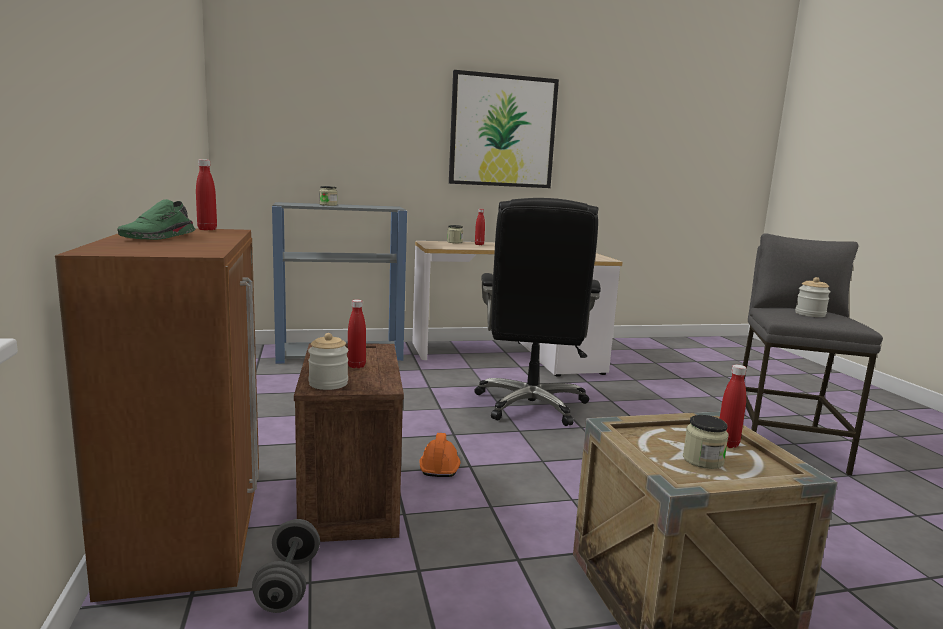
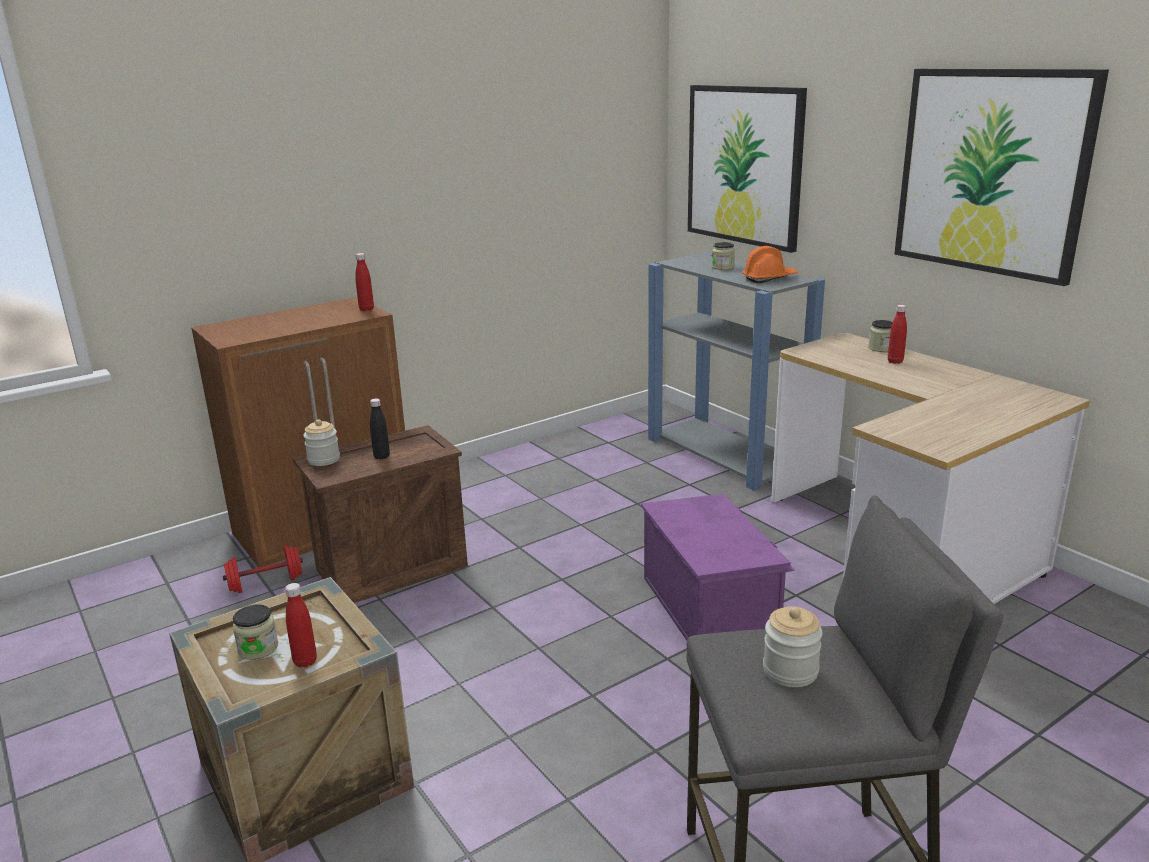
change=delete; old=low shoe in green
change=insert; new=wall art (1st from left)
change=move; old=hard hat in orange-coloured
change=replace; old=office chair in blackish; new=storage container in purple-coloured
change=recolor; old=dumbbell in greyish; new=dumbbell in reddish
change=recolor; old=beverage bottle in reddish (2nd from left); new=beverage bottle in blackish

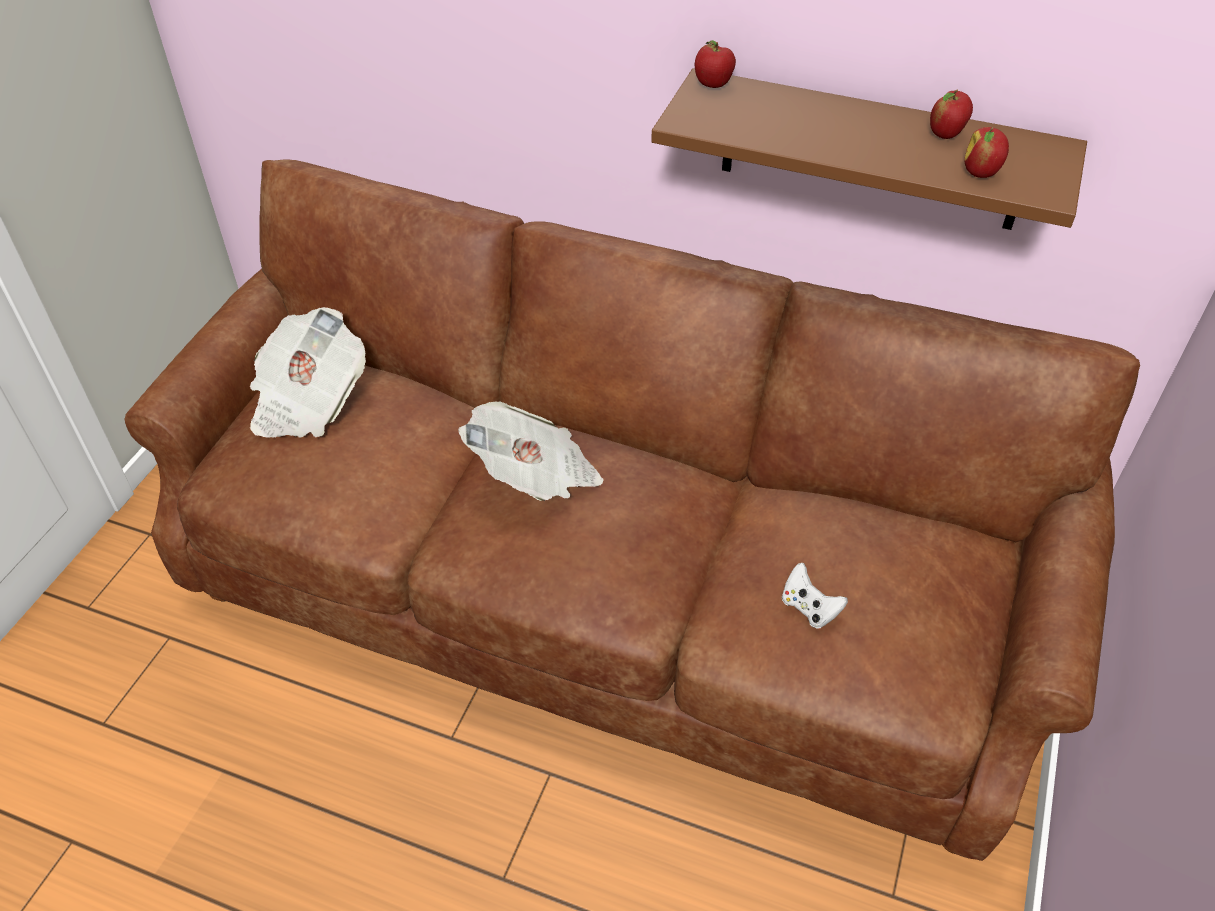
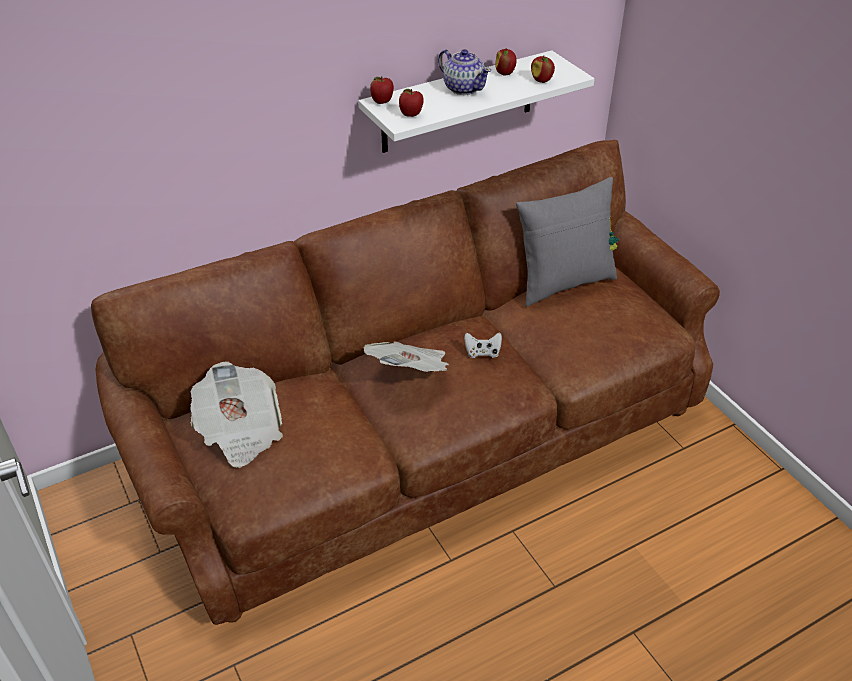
change=insert; new=whole apple (2nd from left)
change=insert; new=pot for tea
change=insert; new=cushion in greyish
change=move; old=gamepad in white-coloured
change=recolor; old=shelf in brown; new=shelf in white-coloured

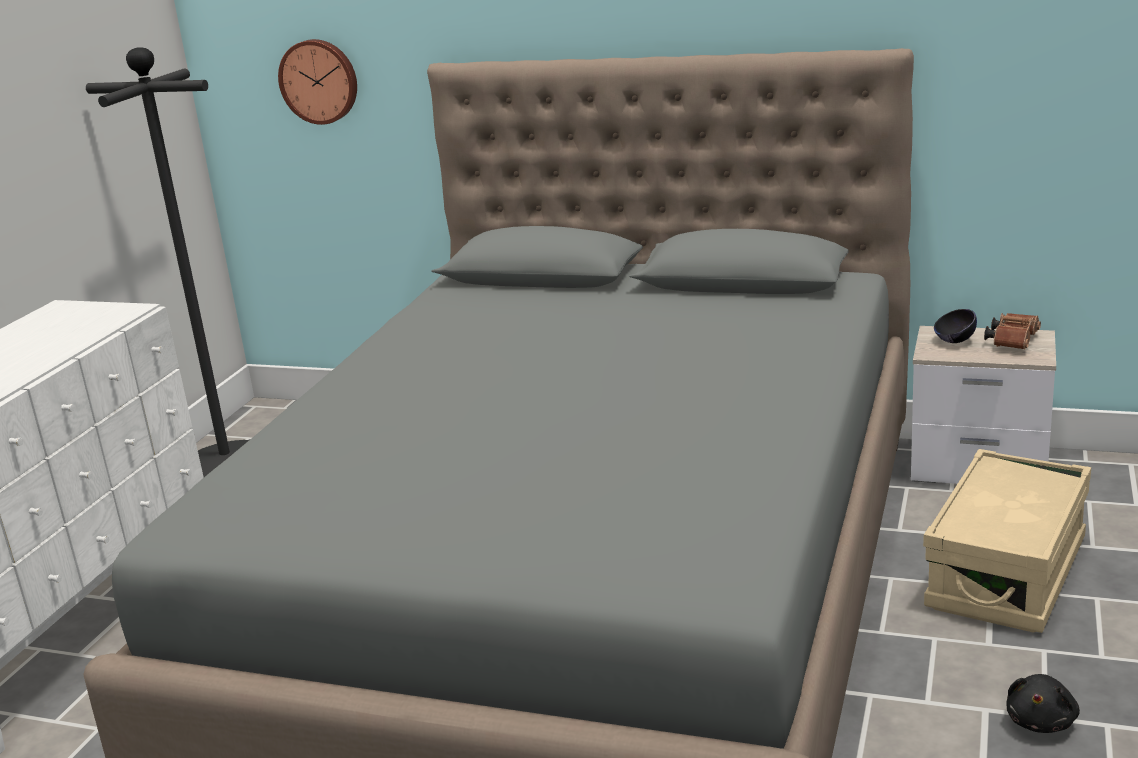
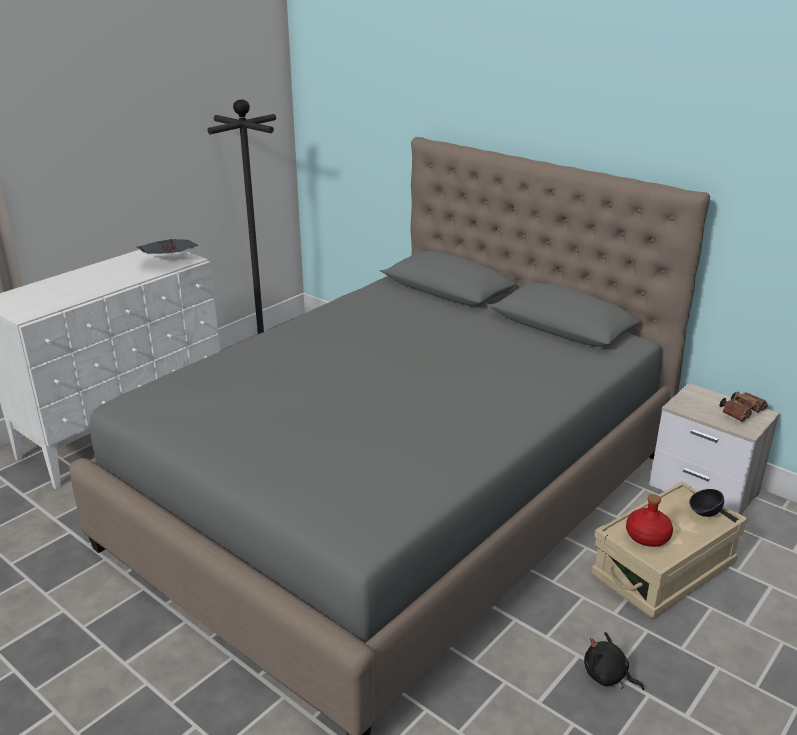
change=delete; old=hanging clock
change=insert; new=printed paper
change=insert; new=beverage bottle in reddish
change=move; old=deep dish in blackish
change=rotate; old=soft toy in blackish; degrees=75

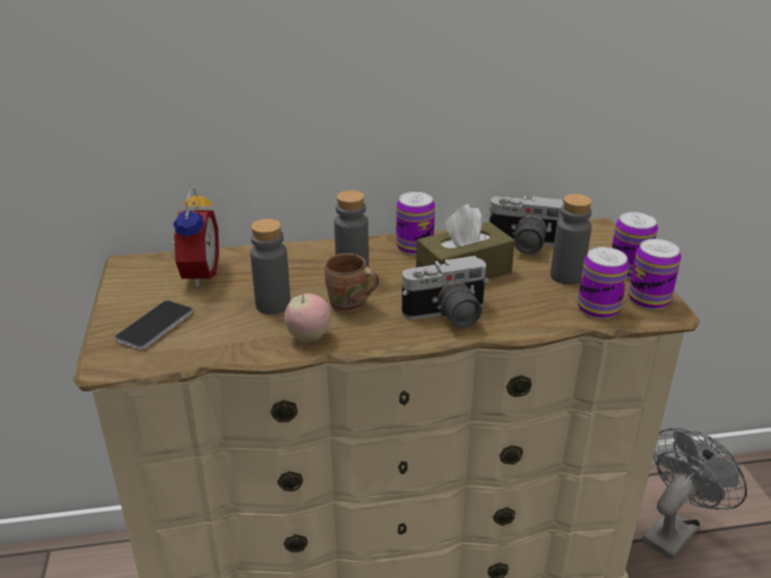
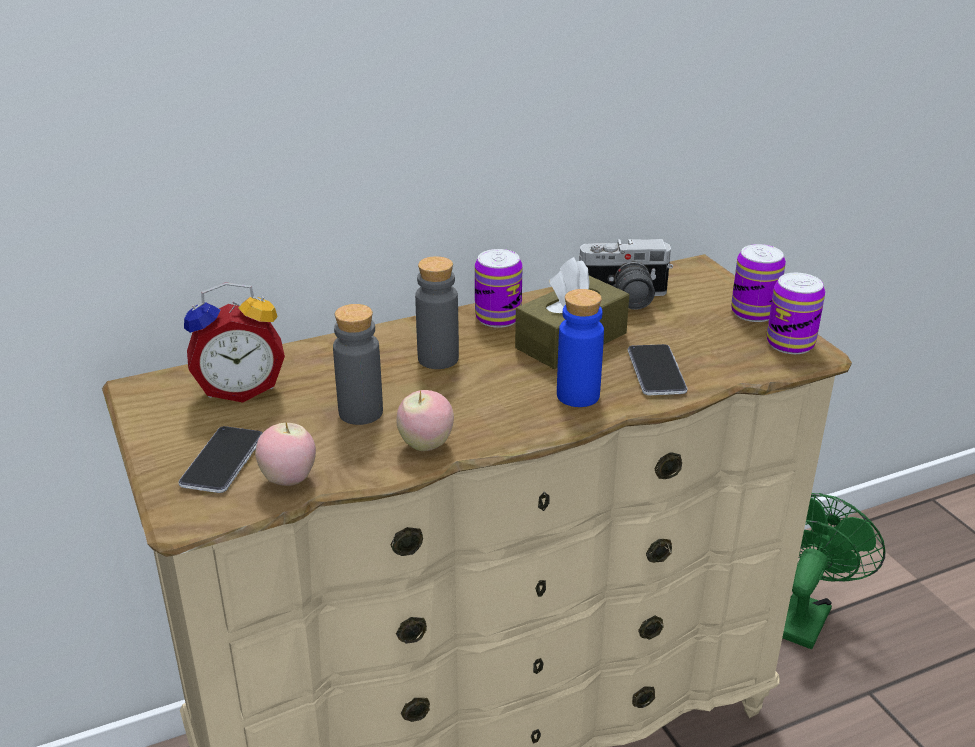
change=delete; old=mug in brown
change=delete; old=beverage bottle in greyish (3rd from left)
change=delete; old=can (2nd from left)
change=insert; new=whole apple (1st from left)
change=insert; new=handset (2nd from left)
change=replace; old=photo camera (1st from left); new=beverage bottle in bluish
change=recolor; old=electric fan in greyish; new=electric fan in green
change=rotate; old=bedside clock; degrees=90

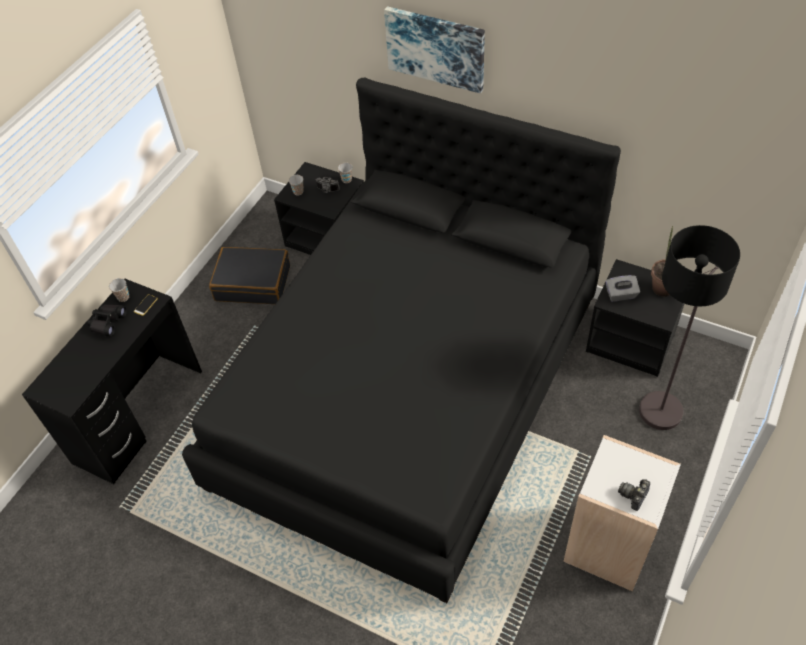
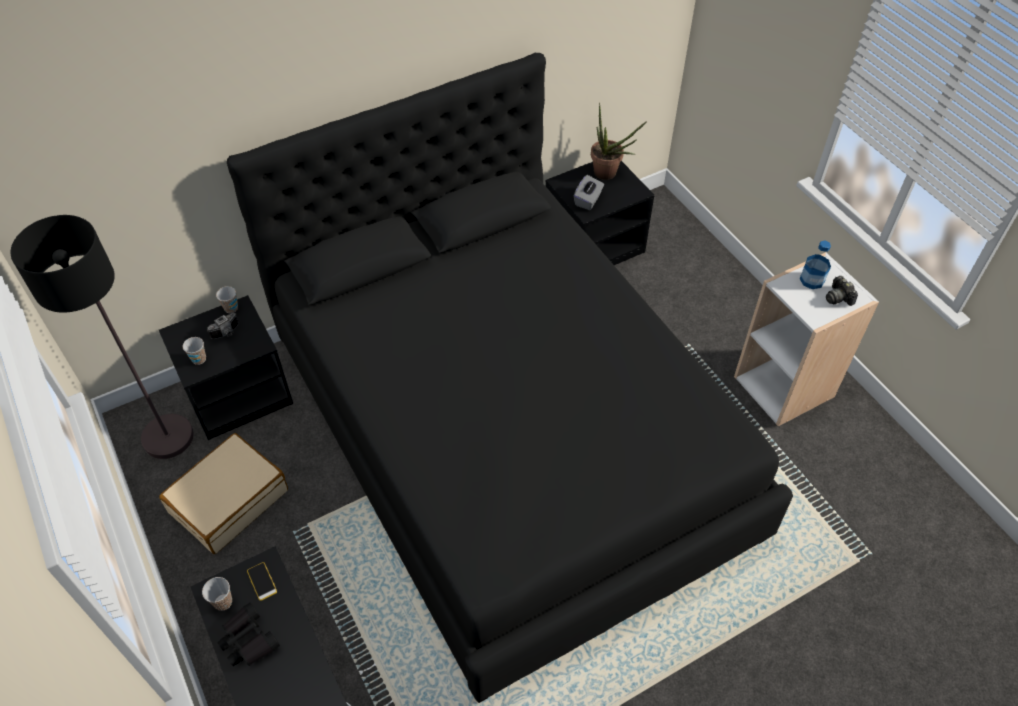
change=delete; old=wall art
change=insert; new=beverage bottle
change=move; old=standard lamp in blackish
change=recolor; old=suitcase in blackish; new=suitcase in beige-coloured

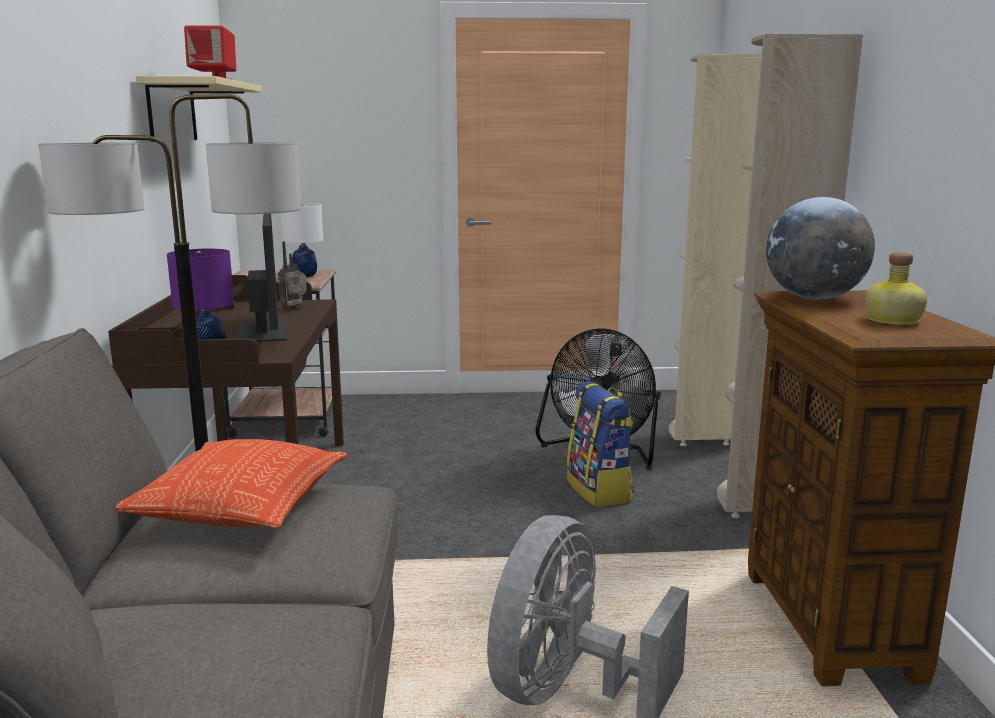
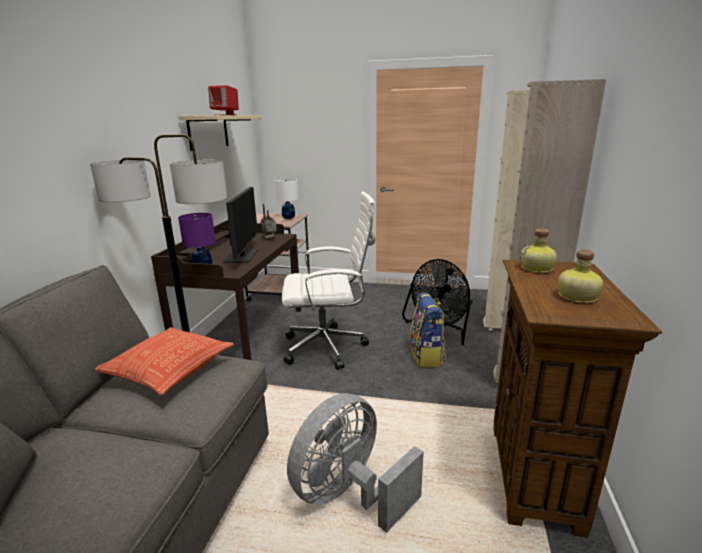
change=insert; new=office chair in white-coloured
change=replace; old=world globe; new=beverage bottle (1st from left)

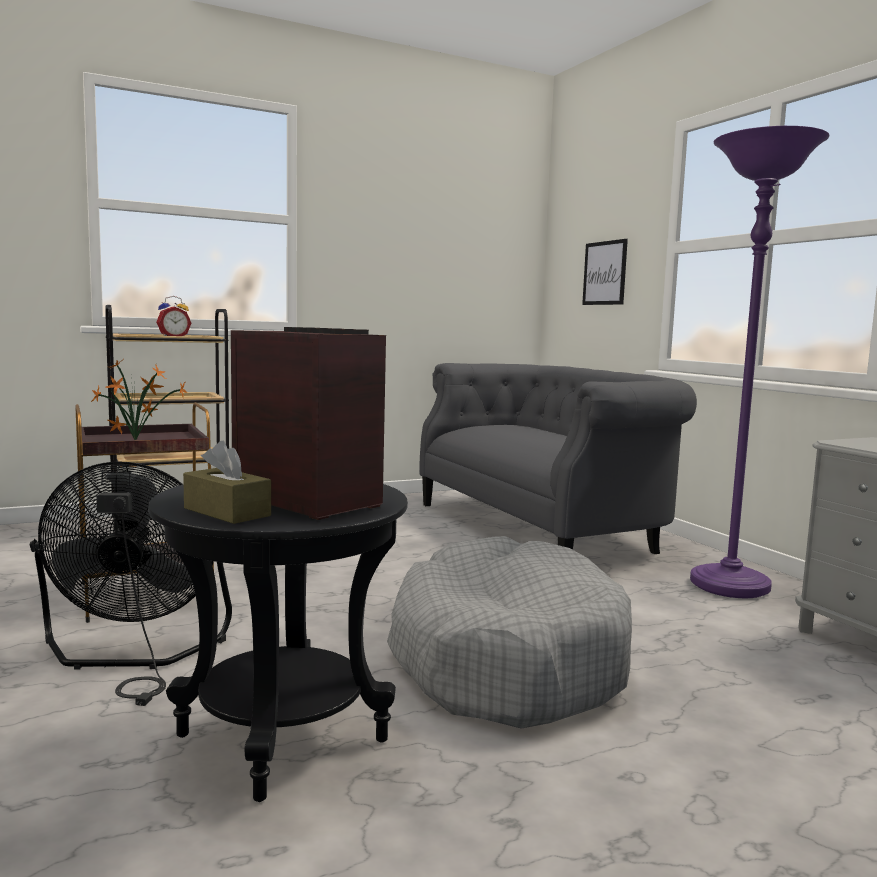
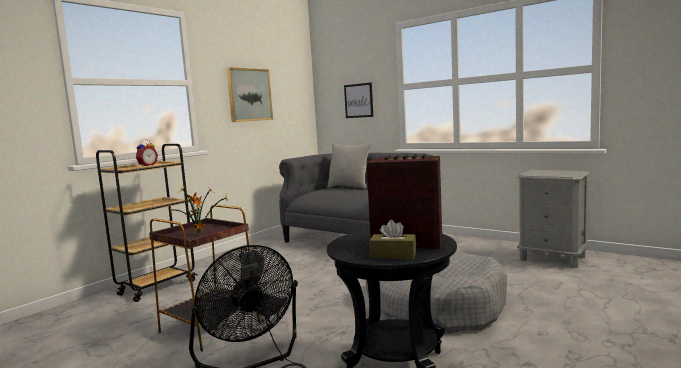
change=delete; old=standard lamp in purple-coloured
change=insert; new=wall art (1st from left)
change=insert; new=cushion in greyish

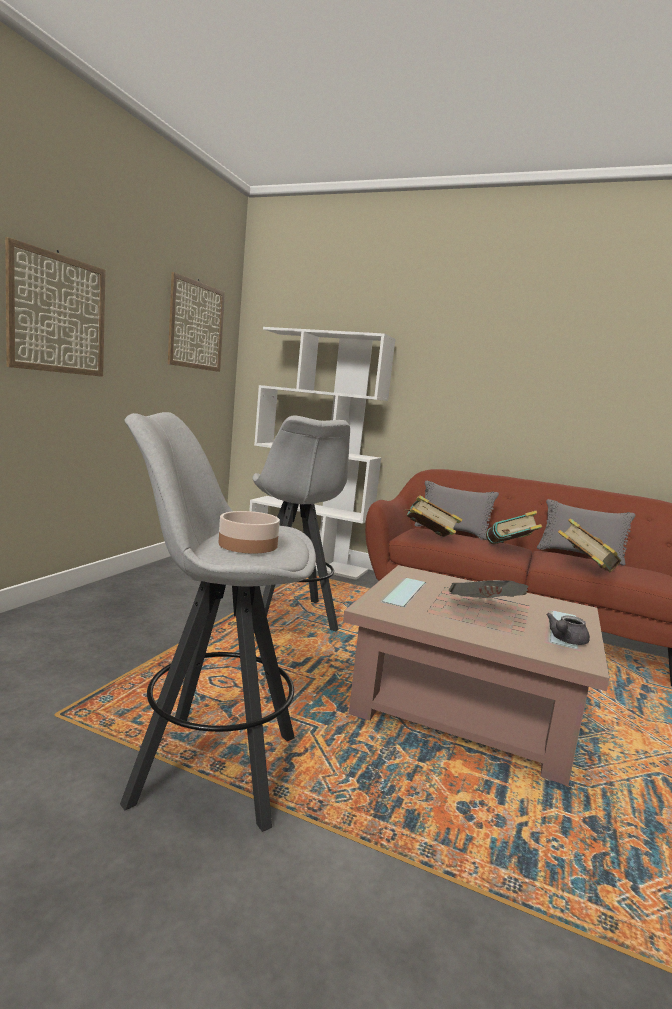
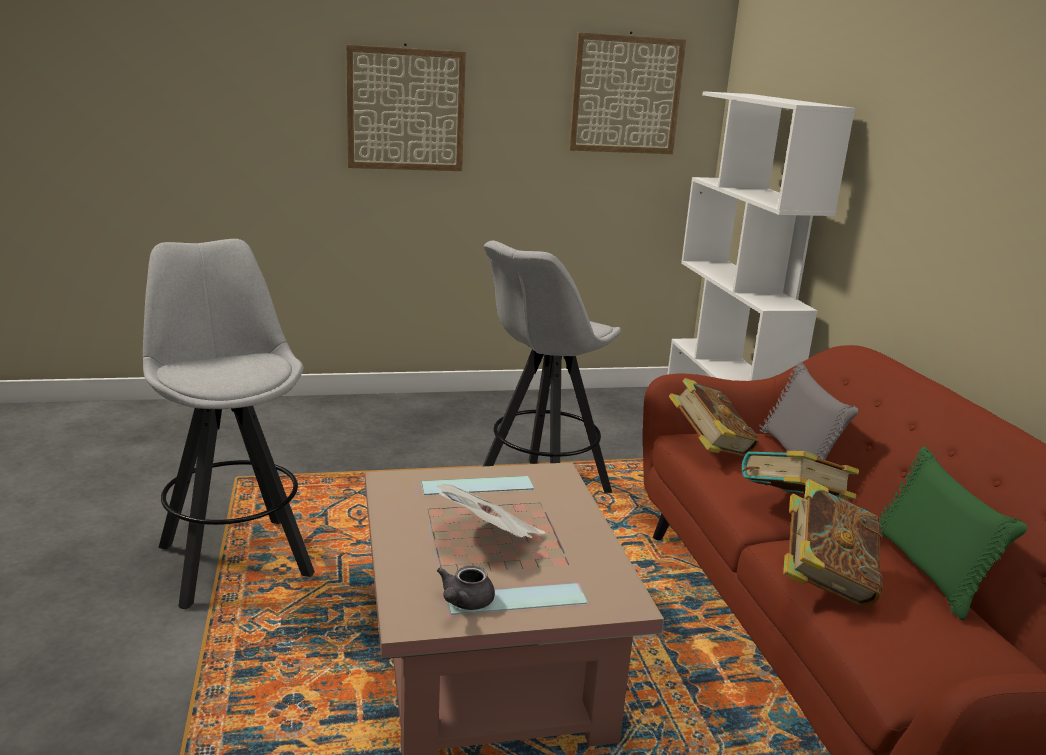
change=delete; old=deep dish
change=recolor; old=cushion in greyish (2nd from left); new=cushion in green
change=rotate; old=pot for tea in greyish; degrees=-75

